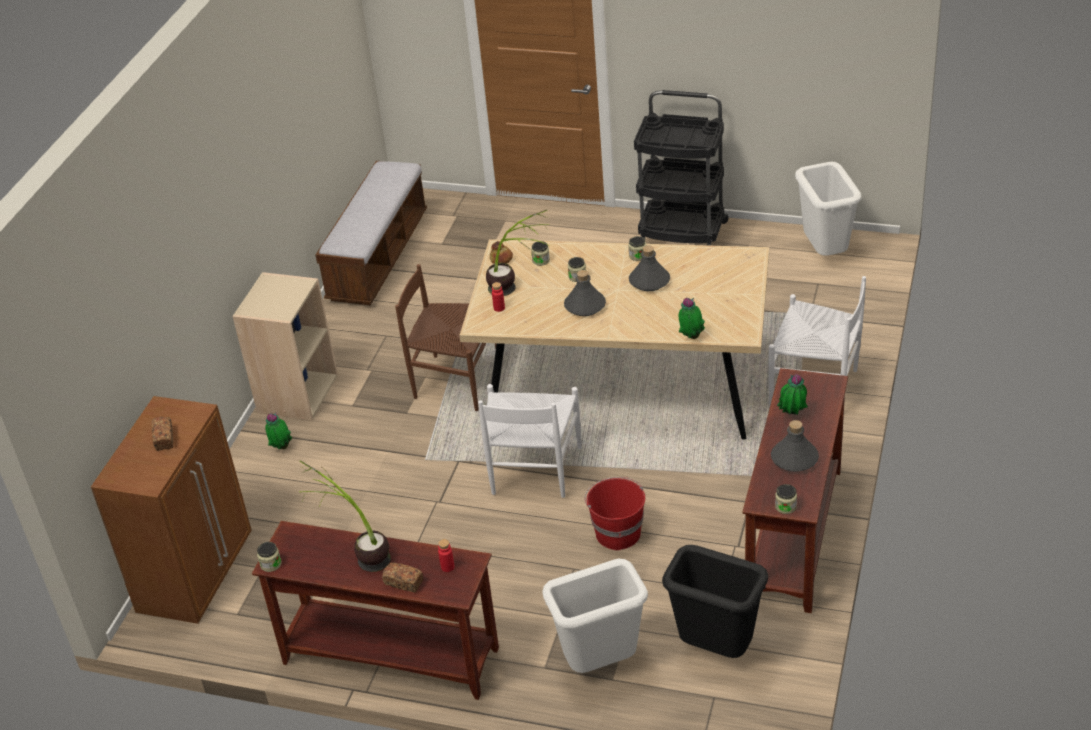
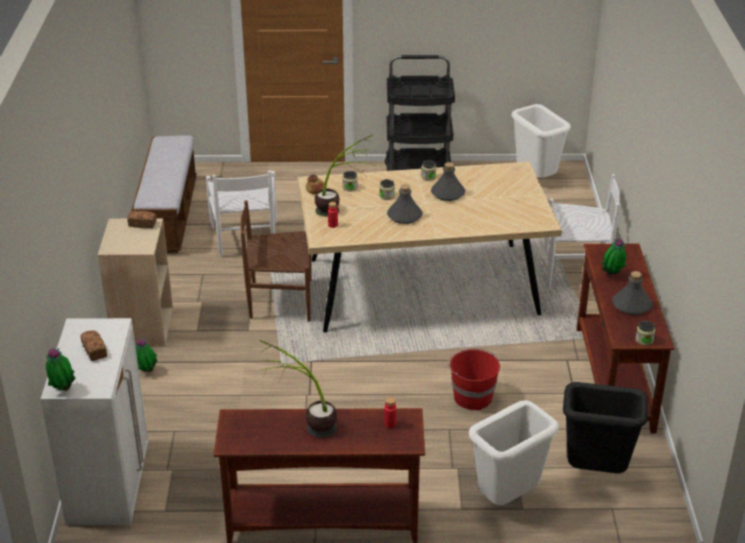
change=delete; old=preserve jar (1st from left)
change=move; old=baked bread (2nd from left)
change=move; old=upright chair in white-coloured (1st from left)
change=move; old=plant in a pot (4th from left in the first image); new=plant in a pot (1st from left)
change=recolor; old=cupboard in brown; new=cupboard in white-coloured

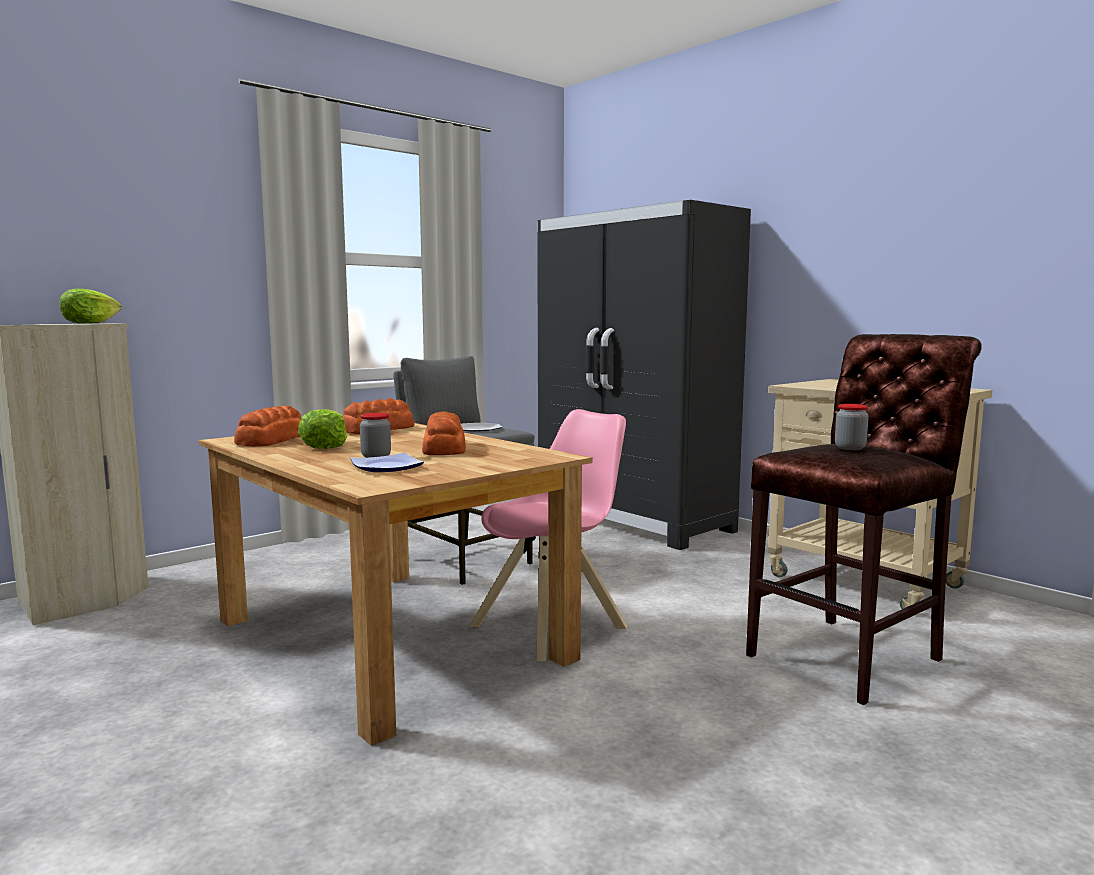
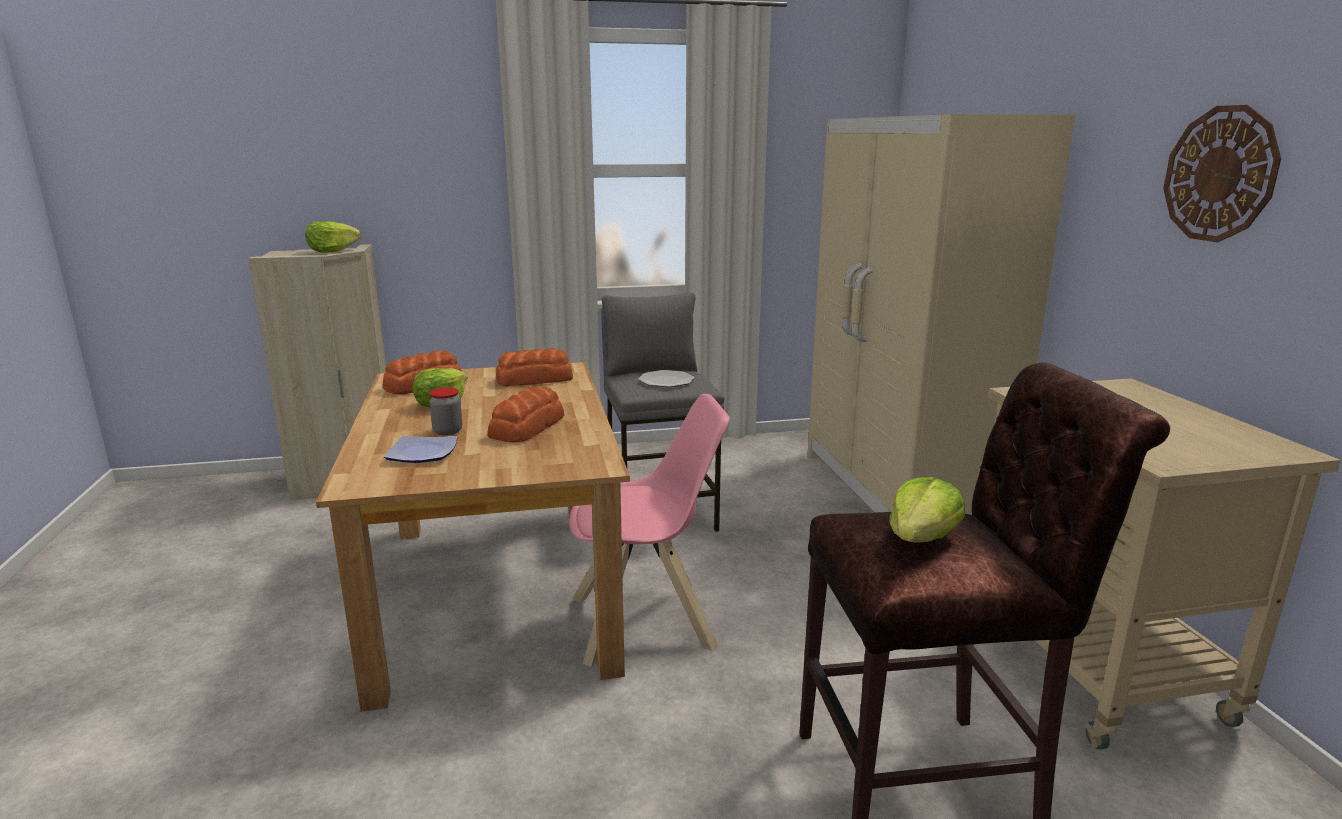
change=insert; new=hanging clock
change=replace; old=preserve jar (2nd from left); new=lettuce head (3rd from left)
change=recolor; old=cupboard in blackish; new=cupboard in beige-coloured (2nd from left)

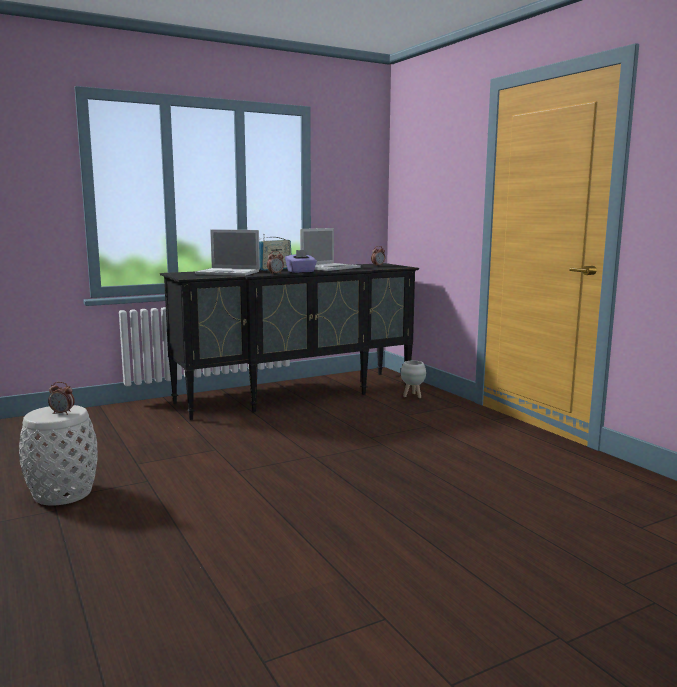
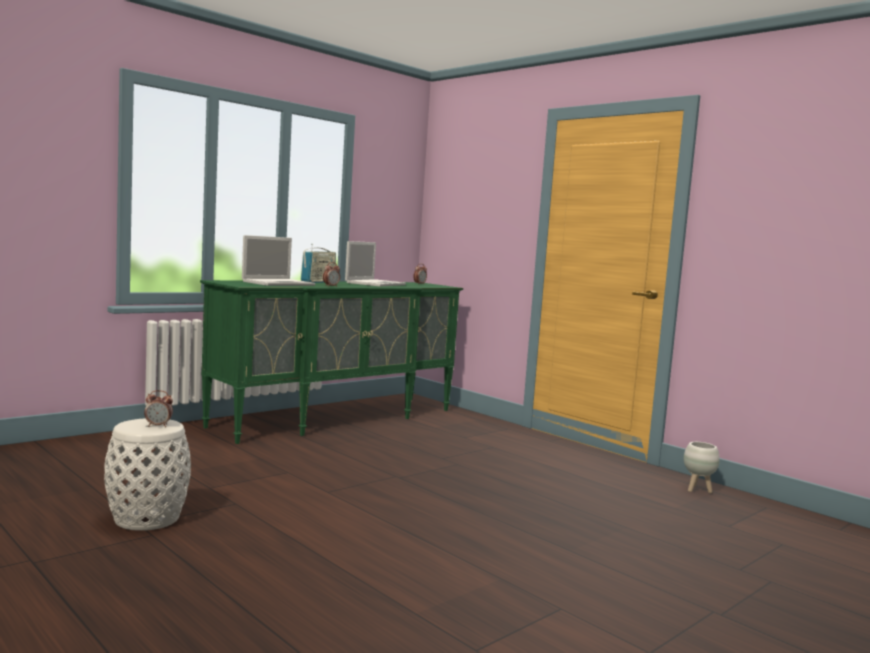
change=delete; old=tissue holder in purple-coloured
change=move; old=plant pot in white-coloured
change=recolor; old=cupboard in blackish; new=cupboard in green
change=rotate; old=portable computer (1st from left); degrees=-45

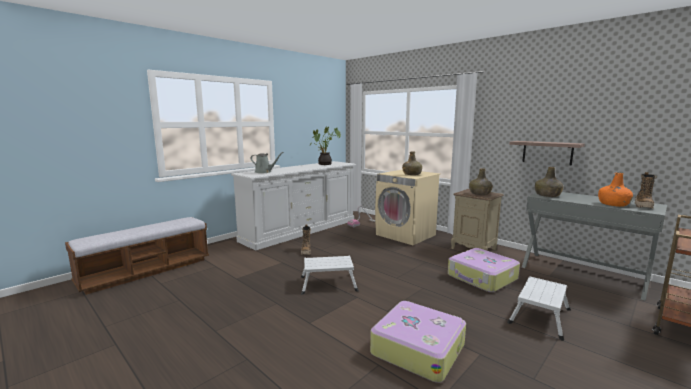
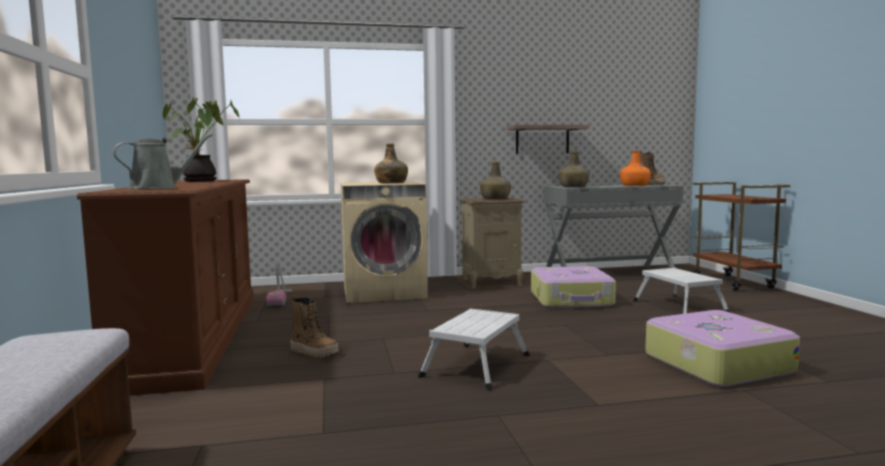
change=recolor; old=cupboard in white-coloured; new=cupboard in brown

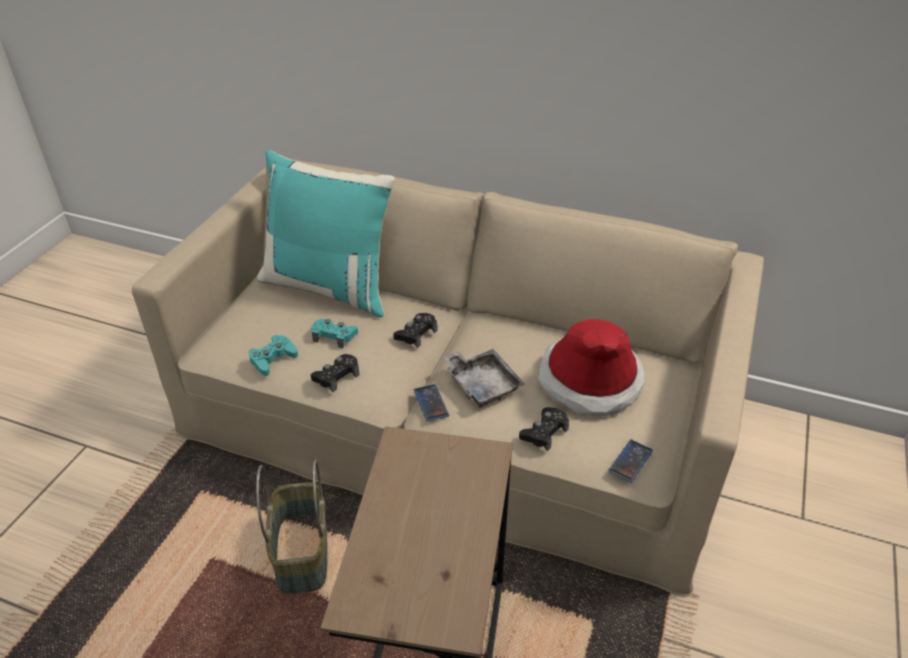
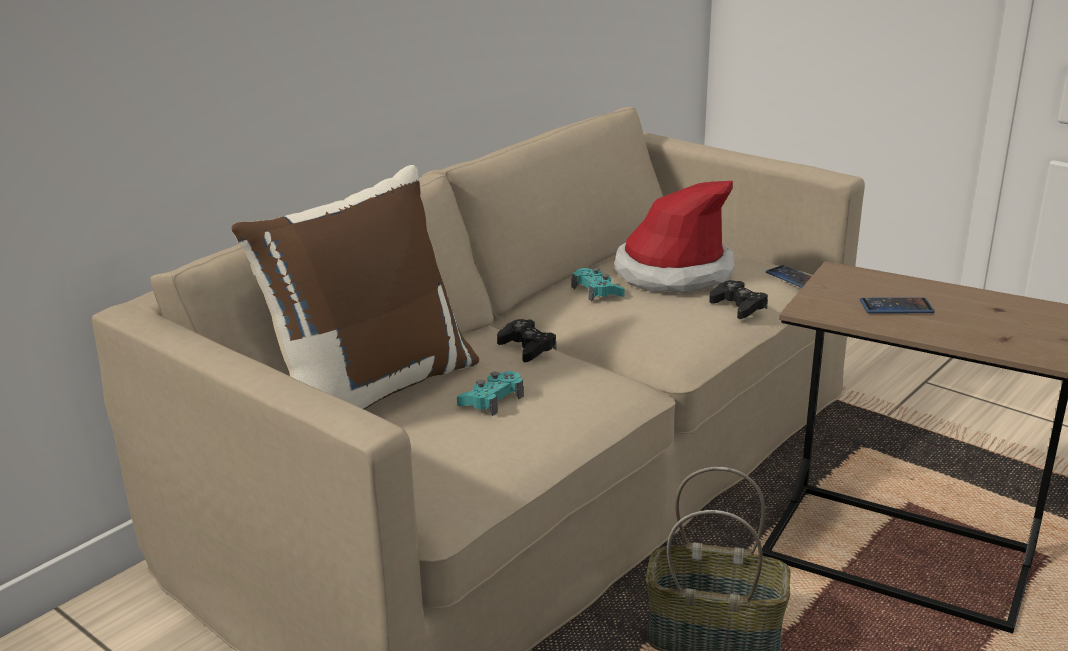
change=delete; old=gamepad in blackish (1st from left)
change=delete; old=tray in greyish
change=move; old=gamepad in turquoise-coloured (1st from left in the first image); new=gamepad in turquoise-coloured (2nd from left)
change=move; old=handset (1st from left in the first image); new=handset (2nd from left)
change=recolor; old=cushion in turquoise-coloured; new=cushion in brown

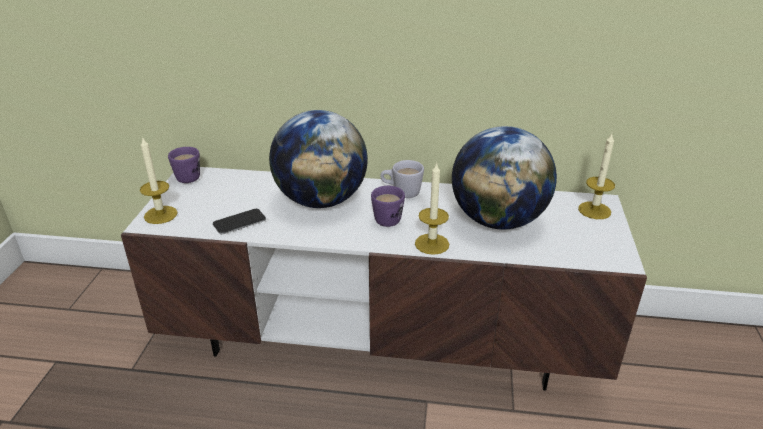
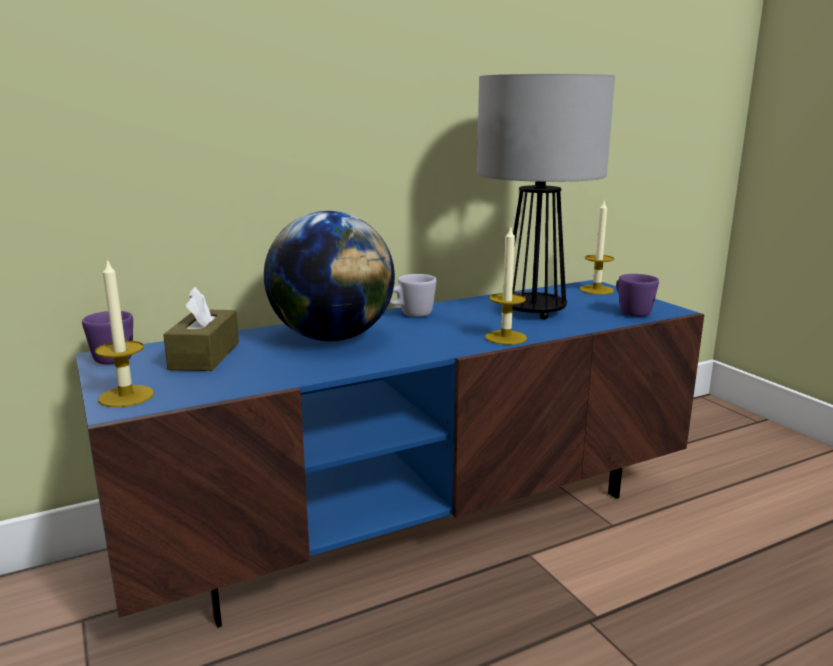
change=delete; old=handset
change=insert; new=tissue holder in brown
change=move; old=mug in purple-coloured (2nd from left)
change=replace; old=world globe (2nd from left); new=table lamp
change=recolor; old=media console in white-coloured; new=media console in bluish

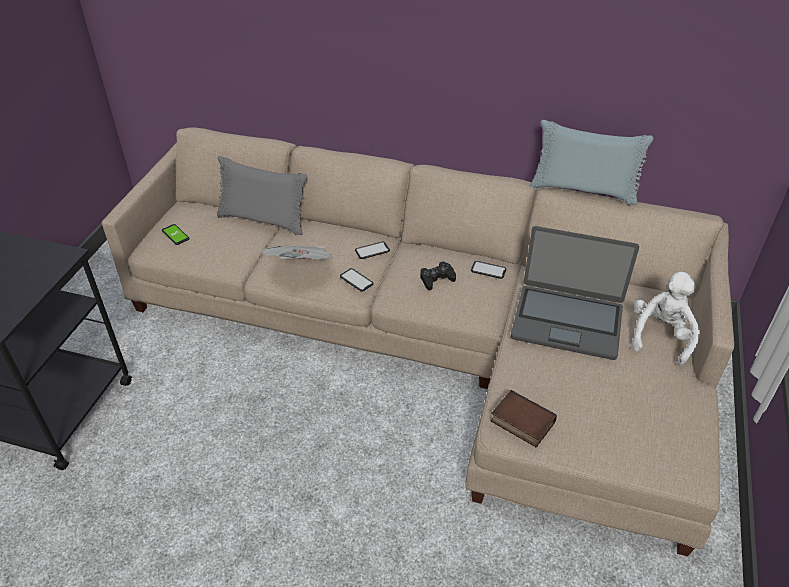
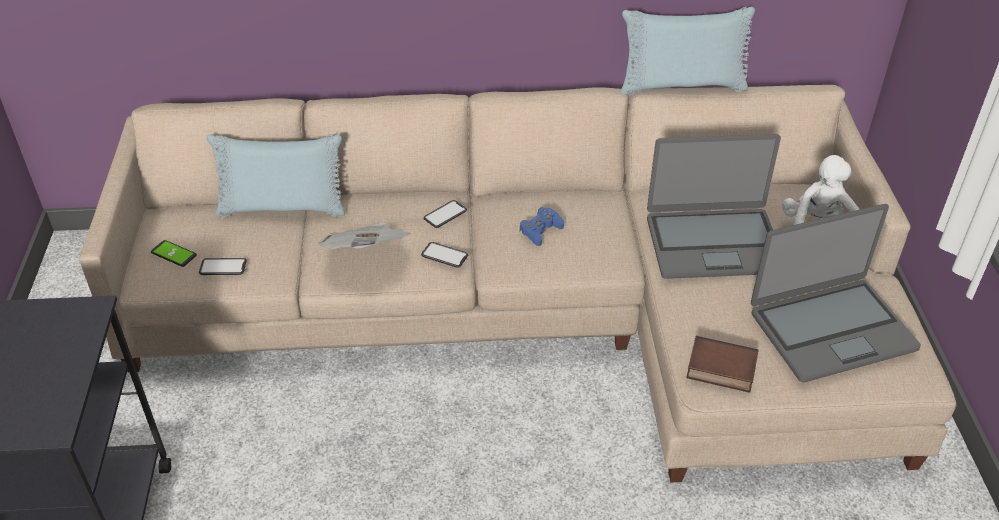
change=insert; new=portable computer (2nd from left)
change=move; old=handset (4th from left in the first image); new=handset (2nd from left)
change=recolor; old=cushion in greyish; new=cushion in bluish (1st from left)
change=recolor; old=gamepad in blackish; new=gamepad in bluish

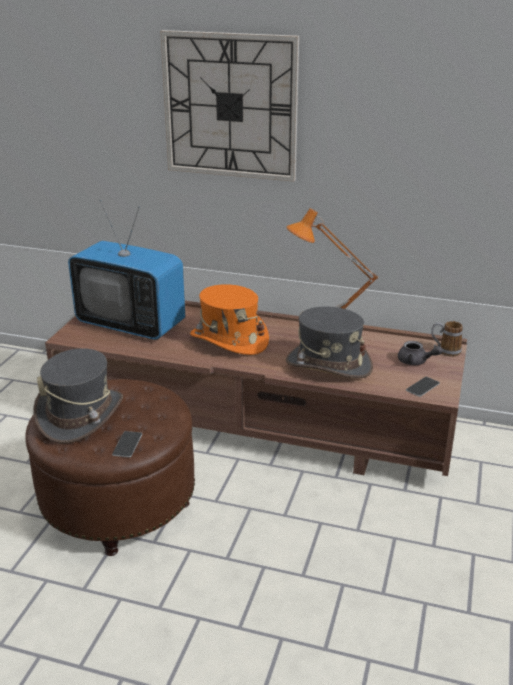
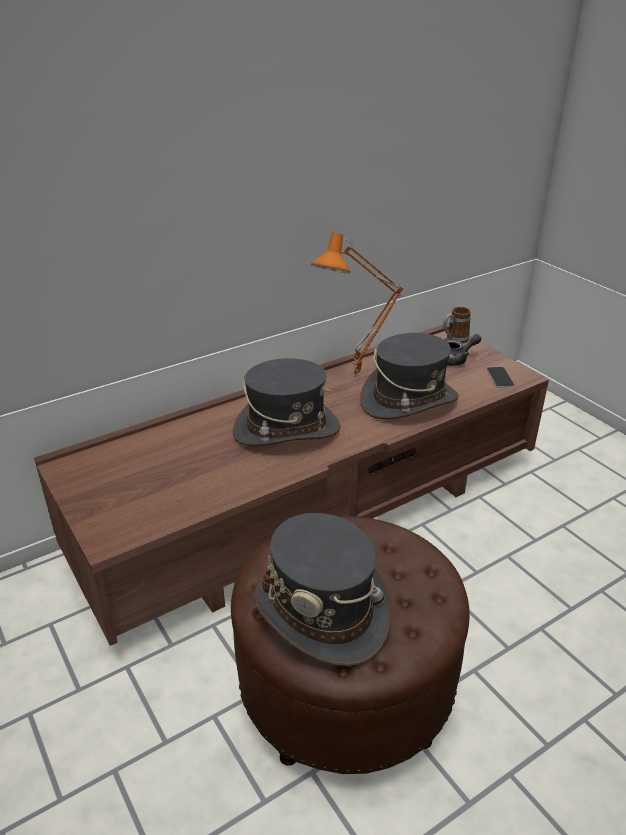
change=delete; old=TV
change=delete; old=handset (1st from left)
change=delete; old=hanging clock
change=recolor; old=clothing hat in orange-coloured; new=clothing hat in greyish (1st from left)

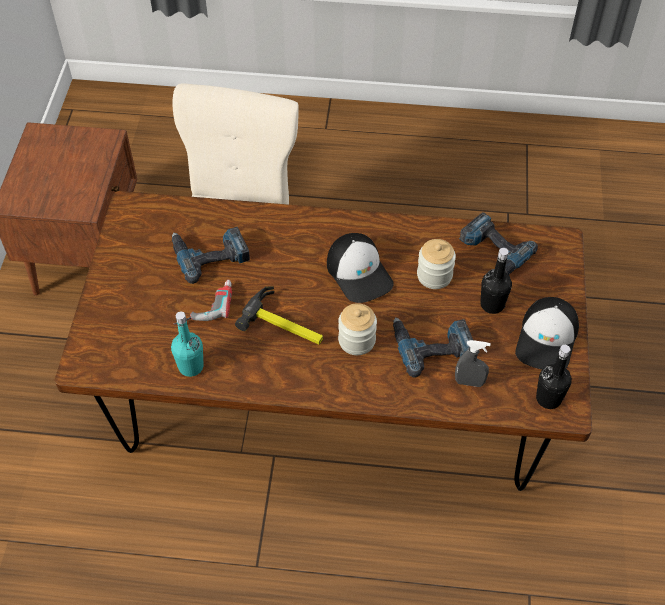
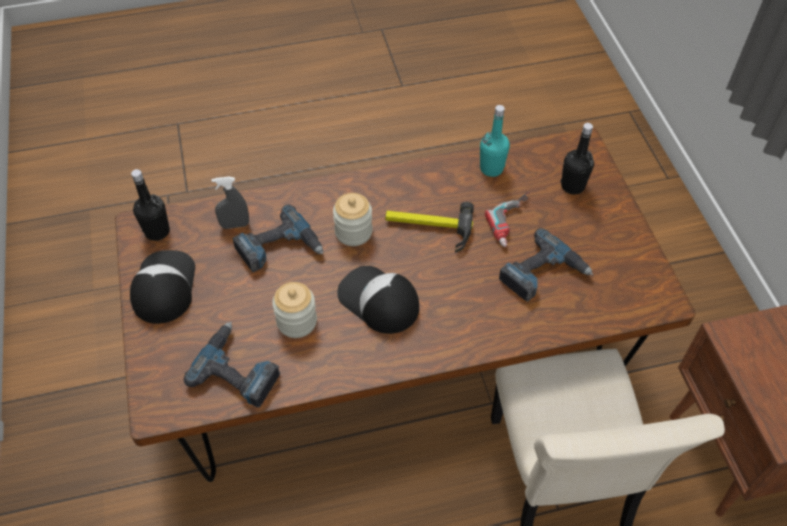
change=move; old=beverage bottle in blackish (1st from left in the first image); new=beverage bottle in blackish (2nd from left)

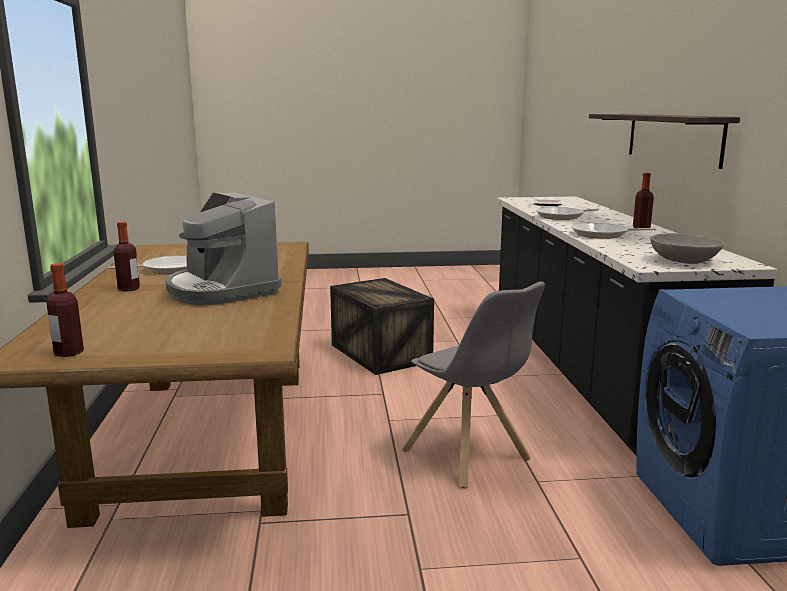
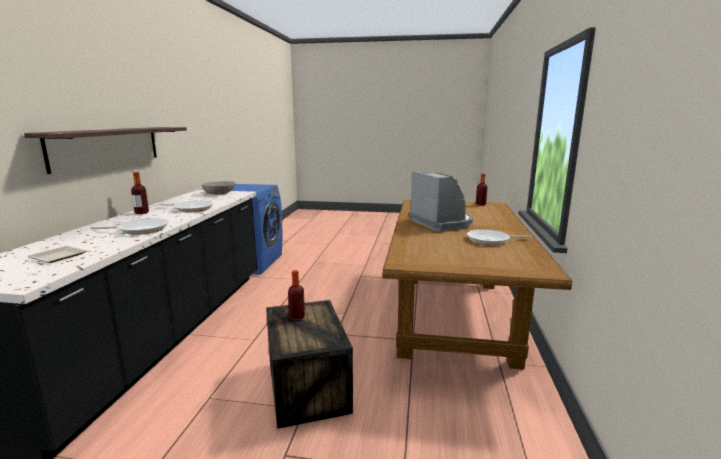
change=delete; old=upright chair in greyish
change=move; old=beverage bottle (2nd from left)

